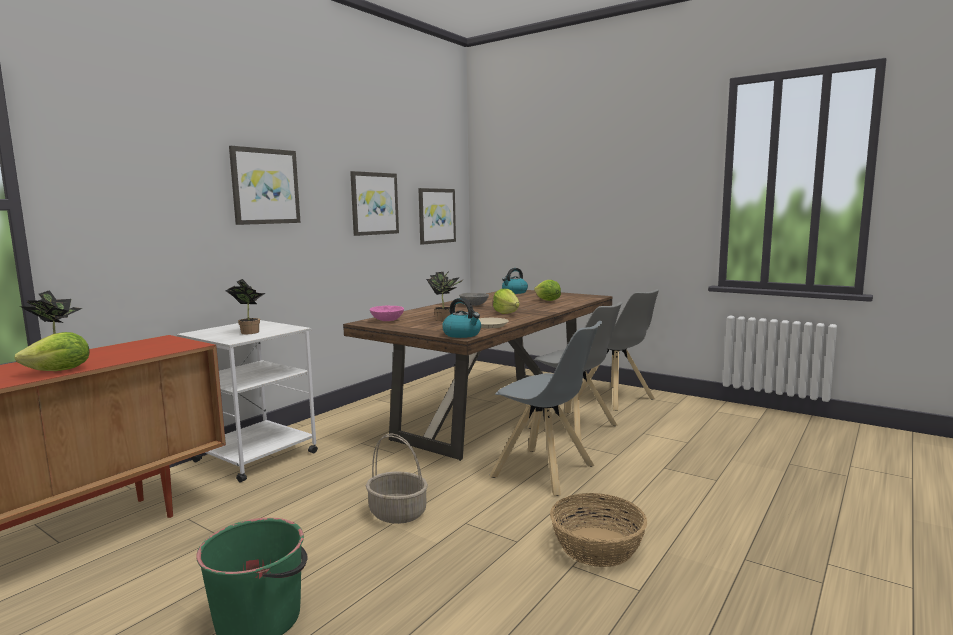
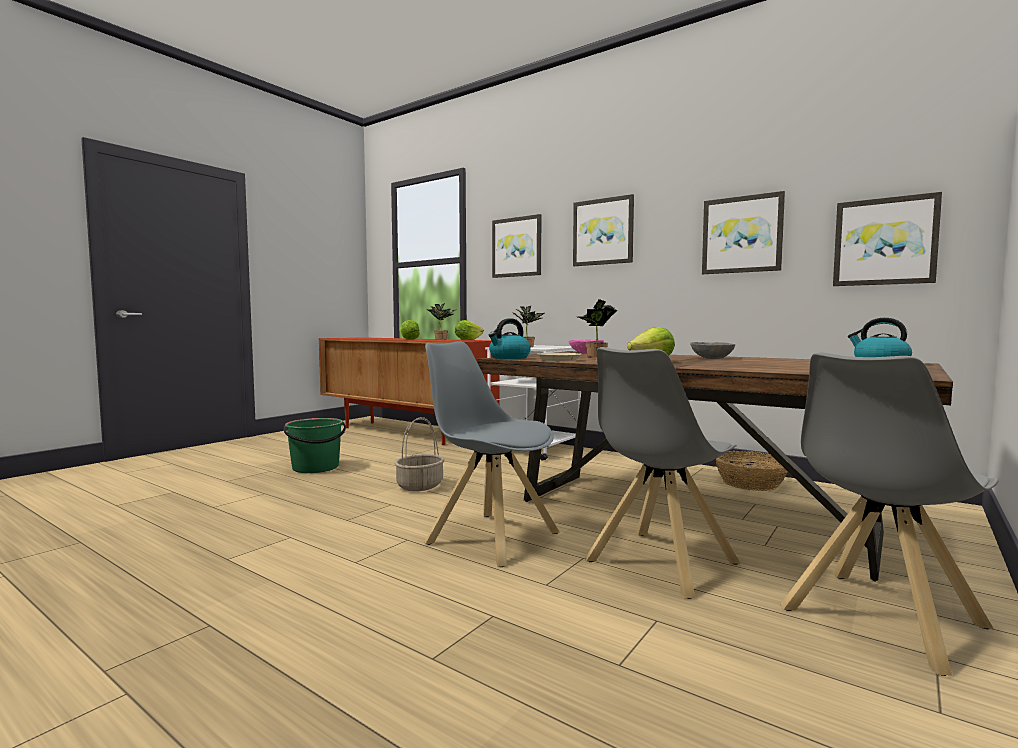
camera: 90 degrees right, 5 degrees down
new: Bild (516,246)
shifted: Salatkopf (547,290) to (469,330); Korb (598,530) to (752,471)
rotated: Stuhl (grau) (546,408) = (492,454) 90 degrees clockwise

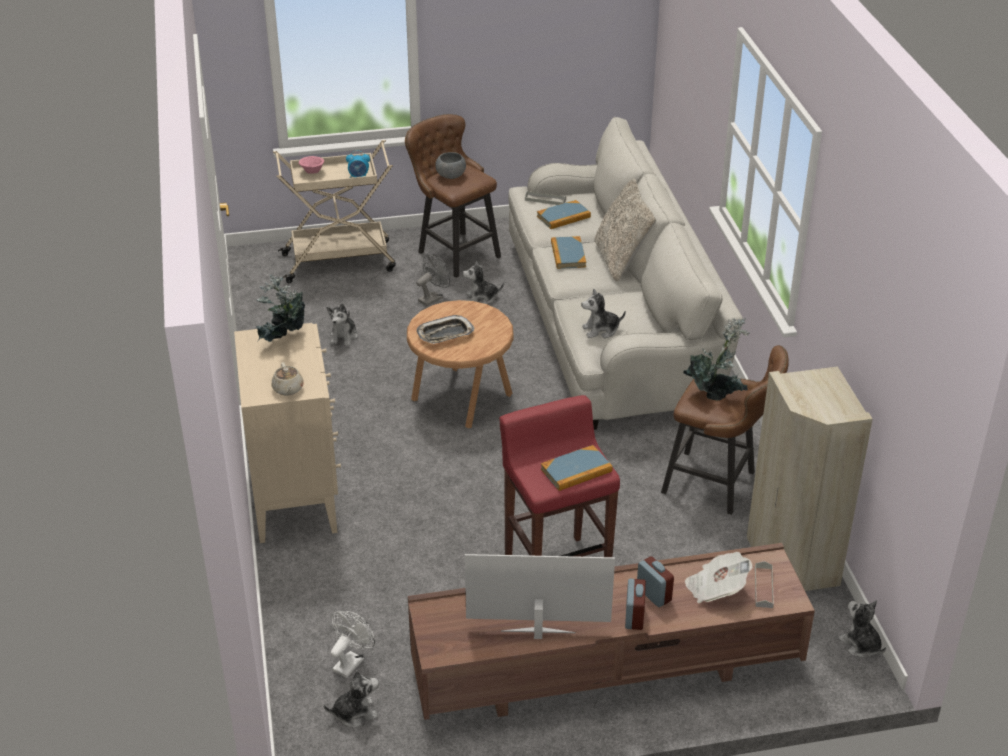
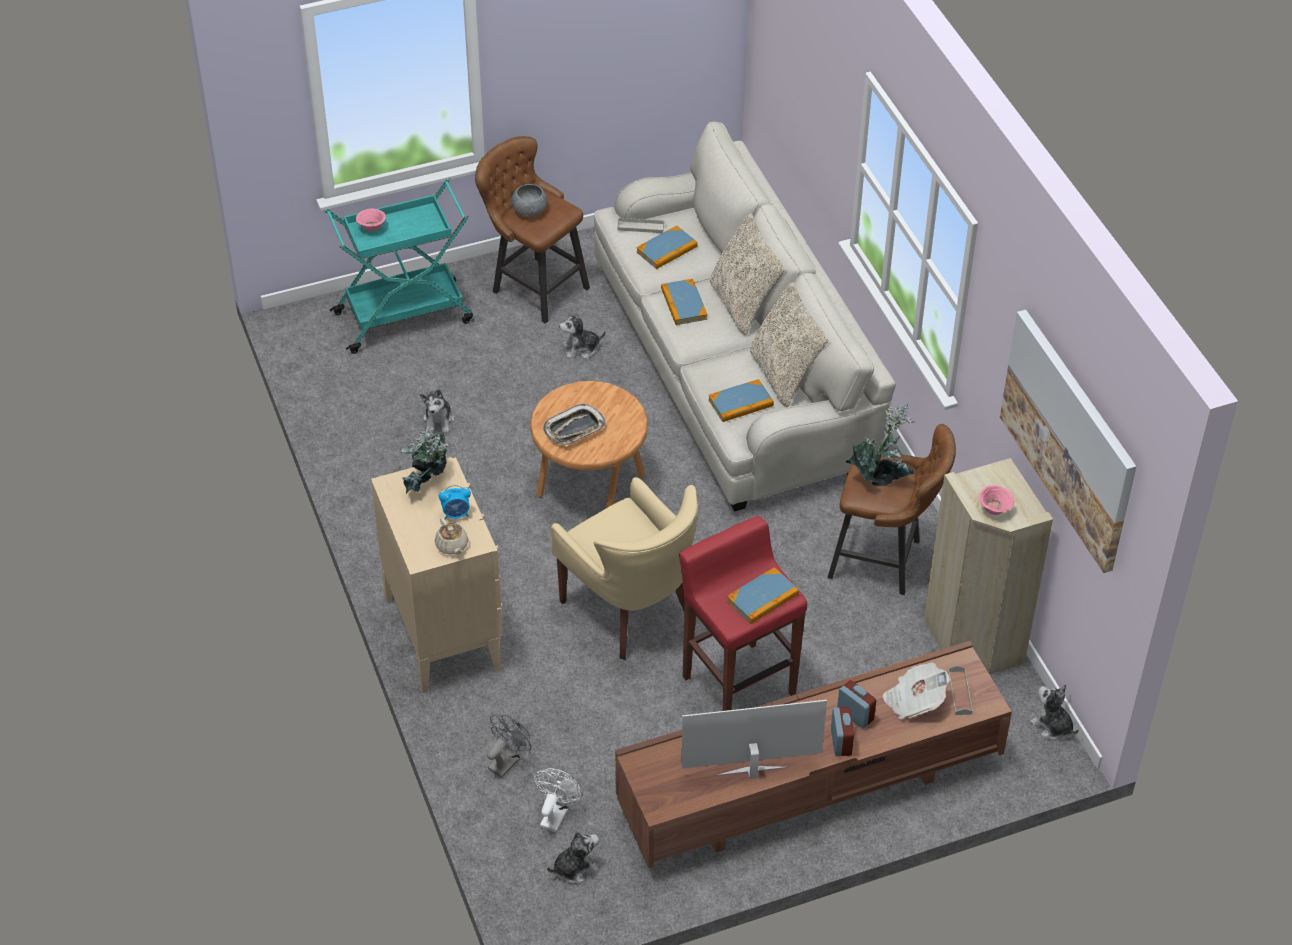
camera: 10 degrees left, 10 degrees up
new: Sessel (beige) (624,568); Kissen (beige) (789,344); Schüssel (rosa) (996,500); Bild (1068,441)
shifted: Wecker (358,164) to (455,502); Ventilator (grau) (433,280) to (509,746)
swapped: Plüschtier (603,313) to Buch (741,400)
repainted: Rollwagen (beige) (334,211) to Rollwagen (türkis) (398,266)

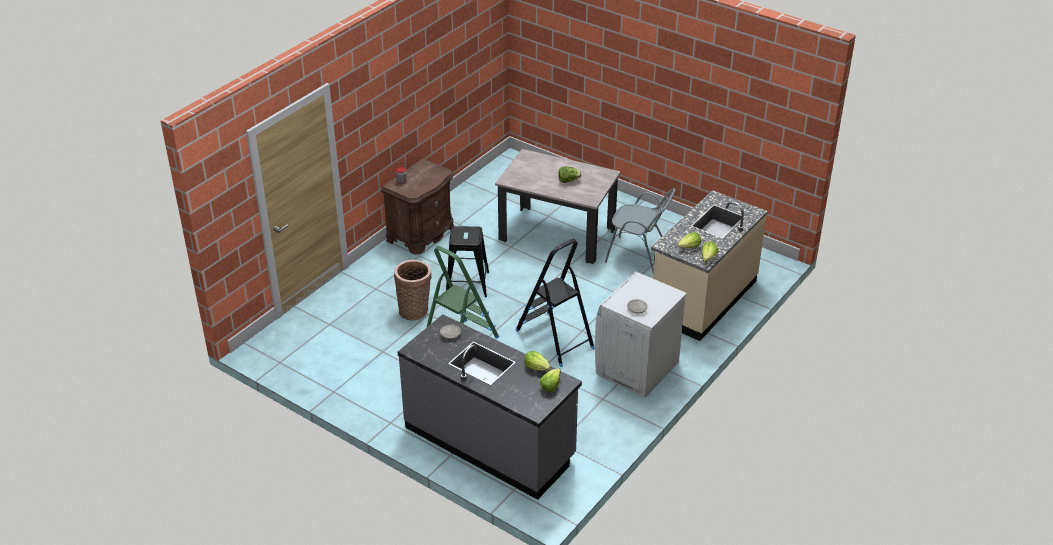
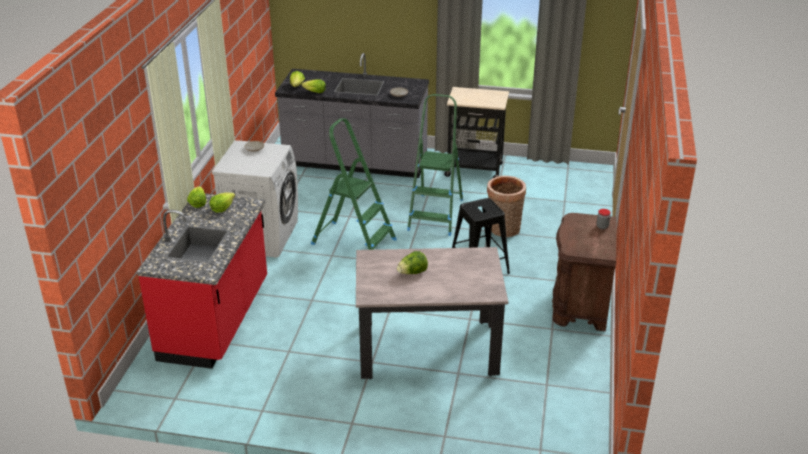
camera: 155 degrees right, 5 degrees down
gone: Stuhl (grau) (640,230)
new: Rollwagen (476,132)
repainted: Trittleiter (schwarz) (555,303) to Trittleiter (grün) (354,184); Küchenzeile (beige) (709,265) to Küchenzeile (rot) (202,281)

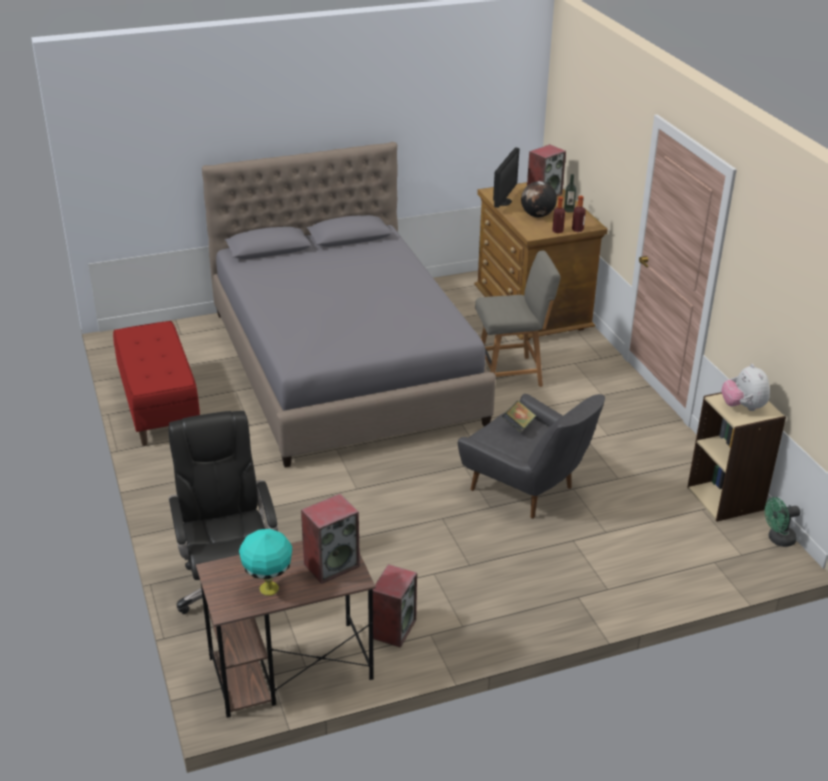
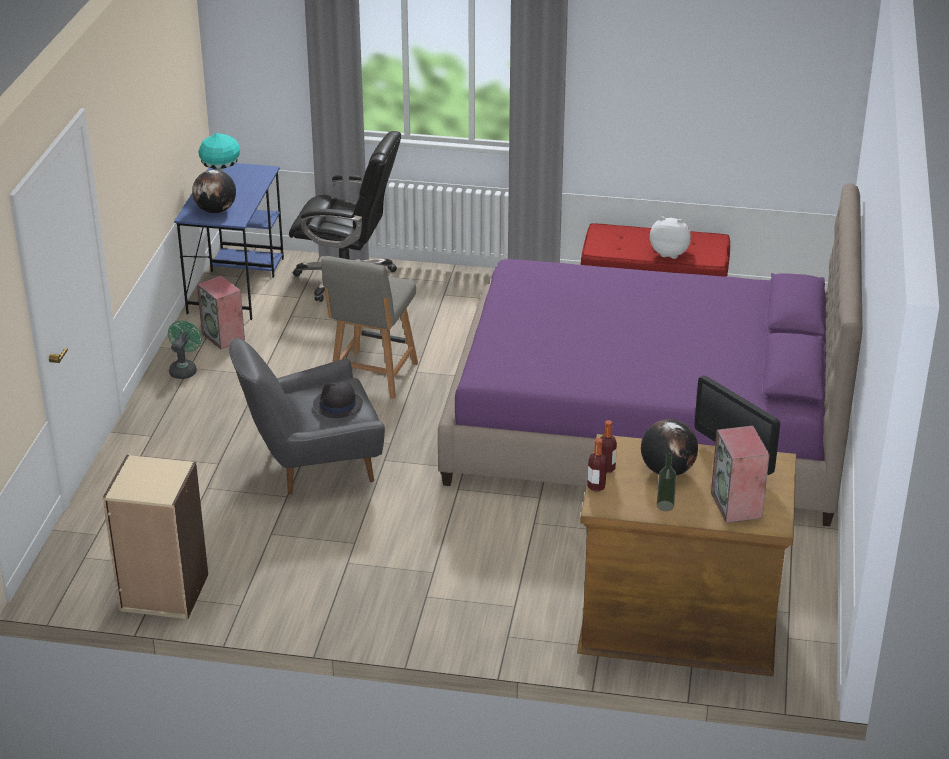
camera: 120 degrees right, 0 degrees up
shifted: Stuhl (grau) (518,319) to (369,327); Plüschtier (745,387) to (670,238); Ventilator (grün) (782,522) to (185,349)
swapped: Lautsprecher (330,539) to Globus (214,191); Buch (519,417) to Hut (schwarz) (338,399)
repainted: Schreibtisch (braun) (286,629) to Schreibtisch (blau) (229,241); Bett (grau) (349,304) to Bett (lila) (650,354)

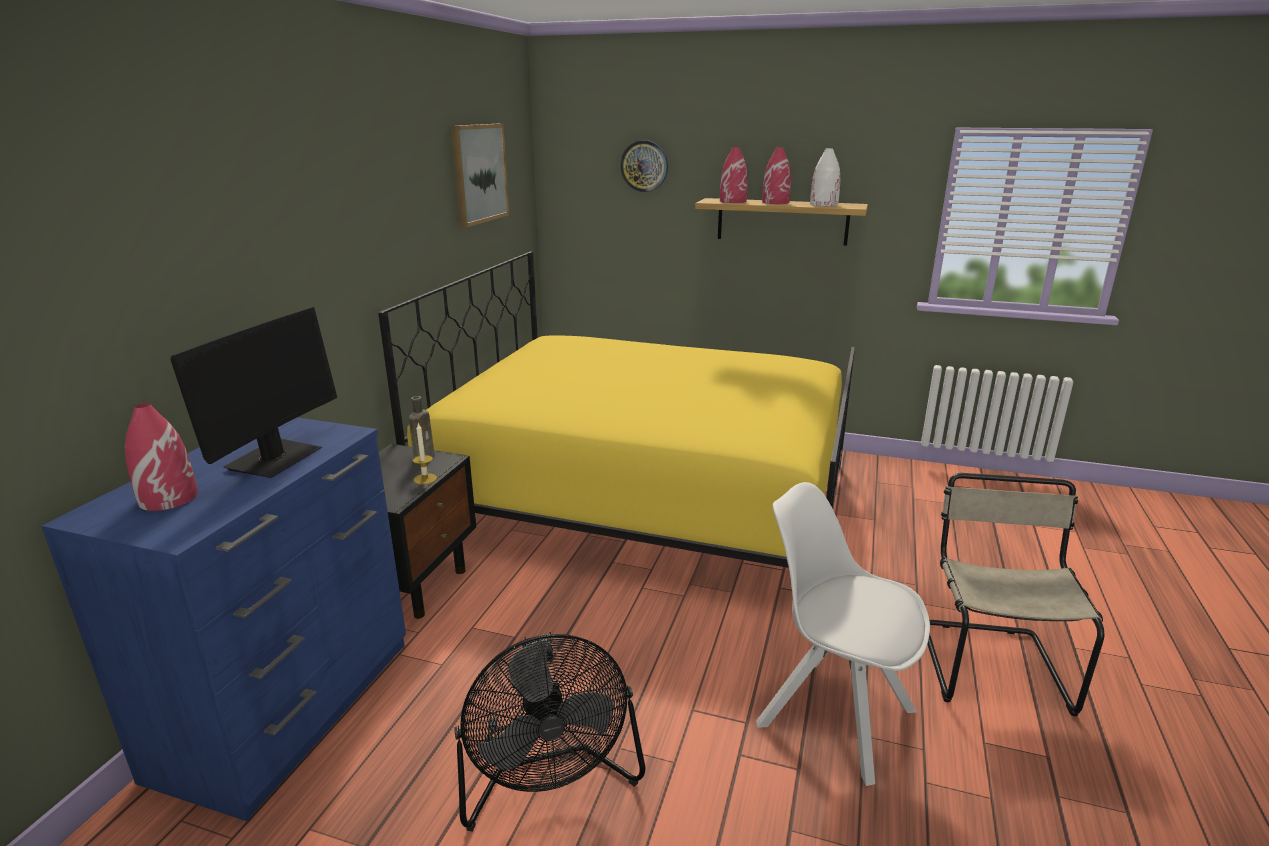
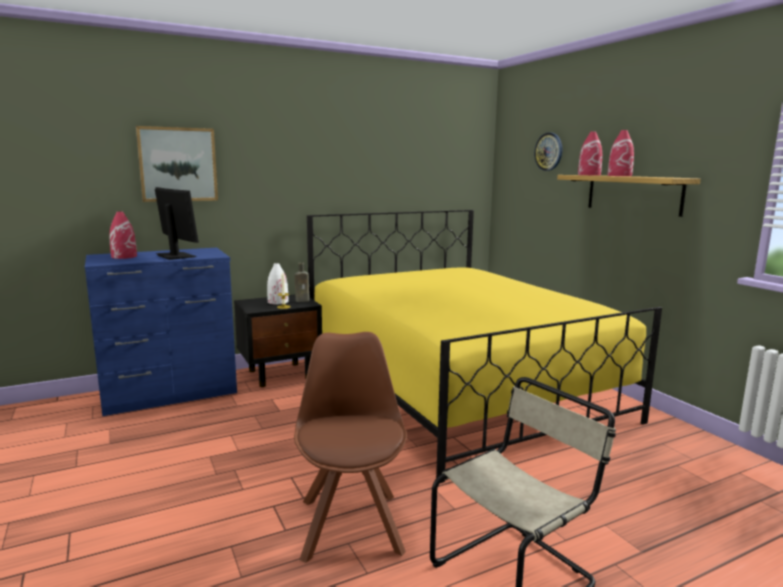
camera: 45 degrees right, 10 degrees down
gone: Ventilator (schwarz) (549,732)
shifted: Bild (480,175) to (177,164); Vase (weiß) (825,177) to (277,283)
repainted: Stuhl (weiß) (843,634) to Stuhl (braun) (350,447)
rotated: Monitor (253,392) = (177,223) 105 degrees counterclockwise

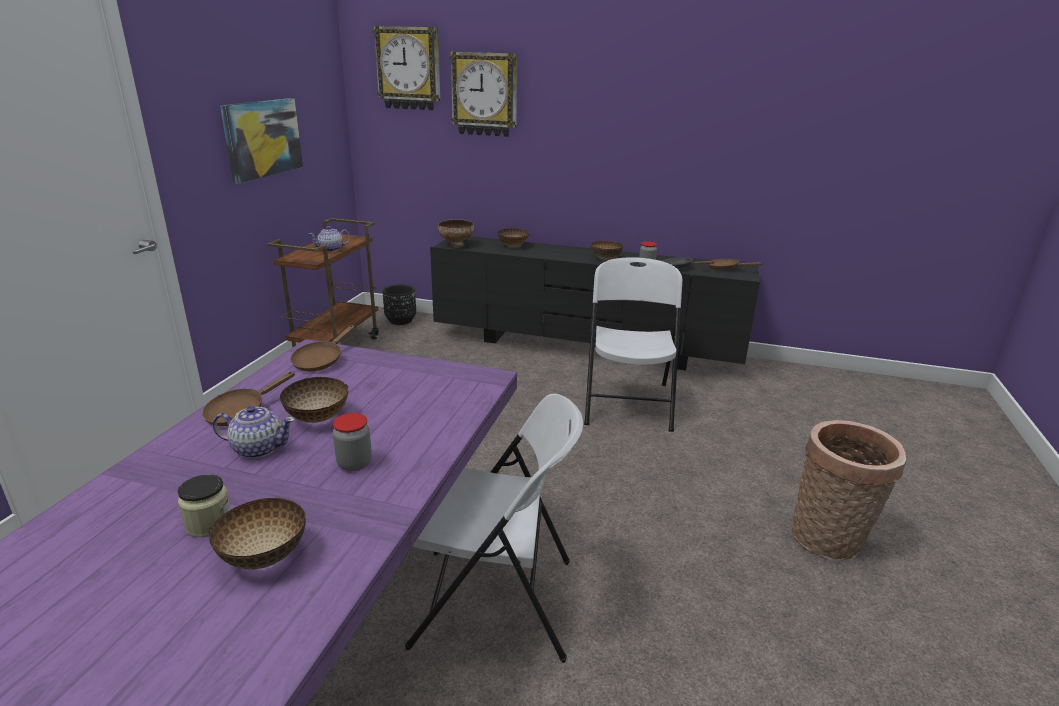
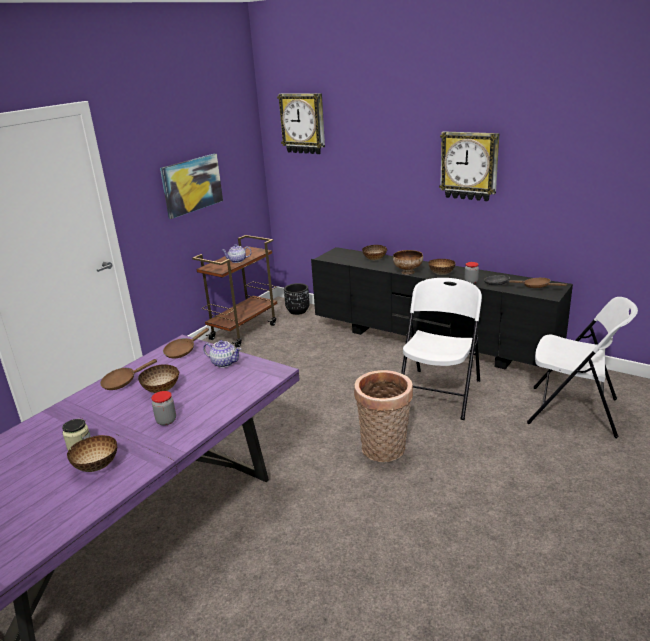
camera: 20 degrees right, 0 degrees up
shifted: Teekanne (254,432) to (222,354); Stuhl (weiß) (494,528) to (582,368); Schüssel (456,233) to (408,262); Wanduhr (483,94) to (469,166); Korb (849,490) to (383,416)

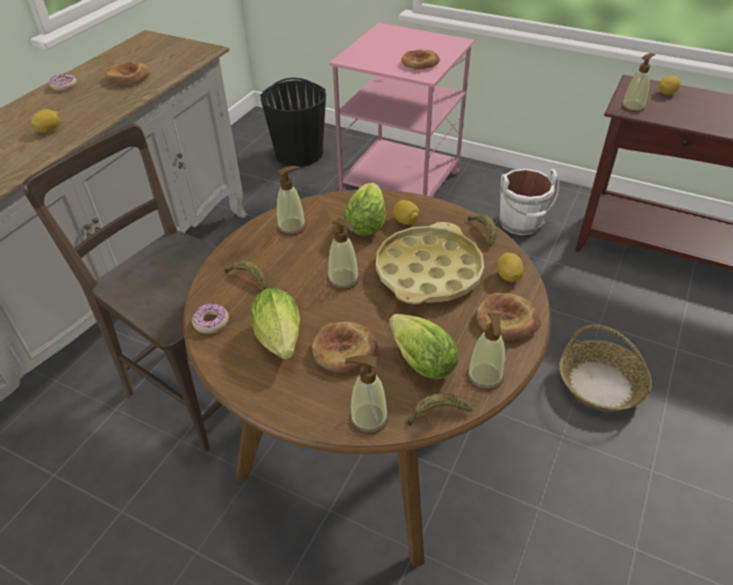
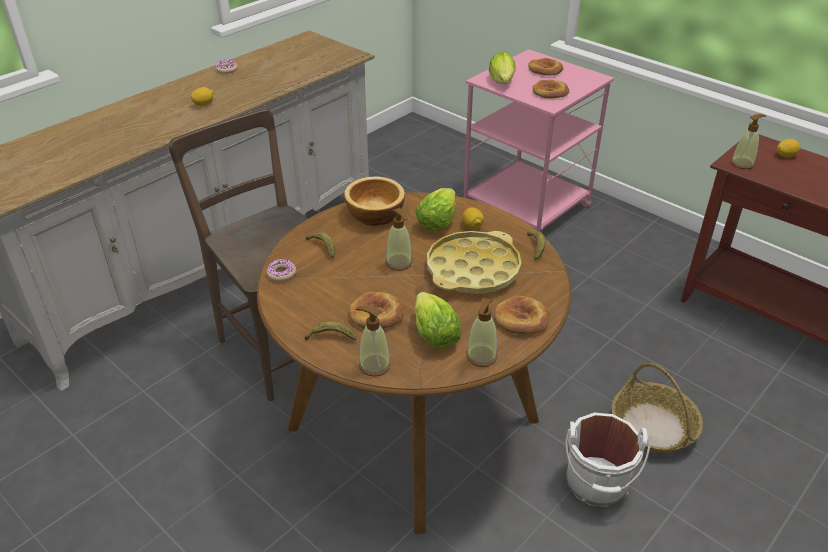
camera: 15 degrees right, 5 degrees down
gone: Eimer (schwarz) (293,122); Zitrone (510,267)
shifted: Brot (127,73) to (545,66); Salatkopf (275,323) to (502,68); Banane (440,409) to (331,331); Eimer (weiß) (529,202) to (607,460)
swapped: Seifenspender (291,201) to Schüssel (374,201)

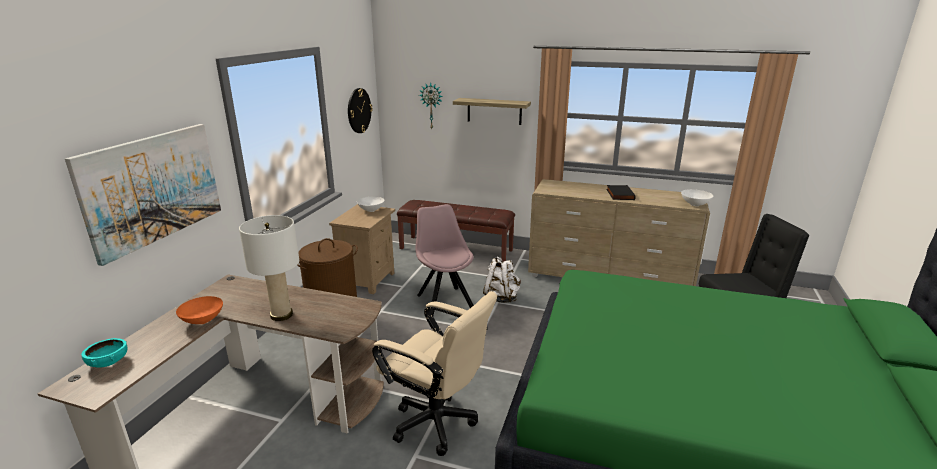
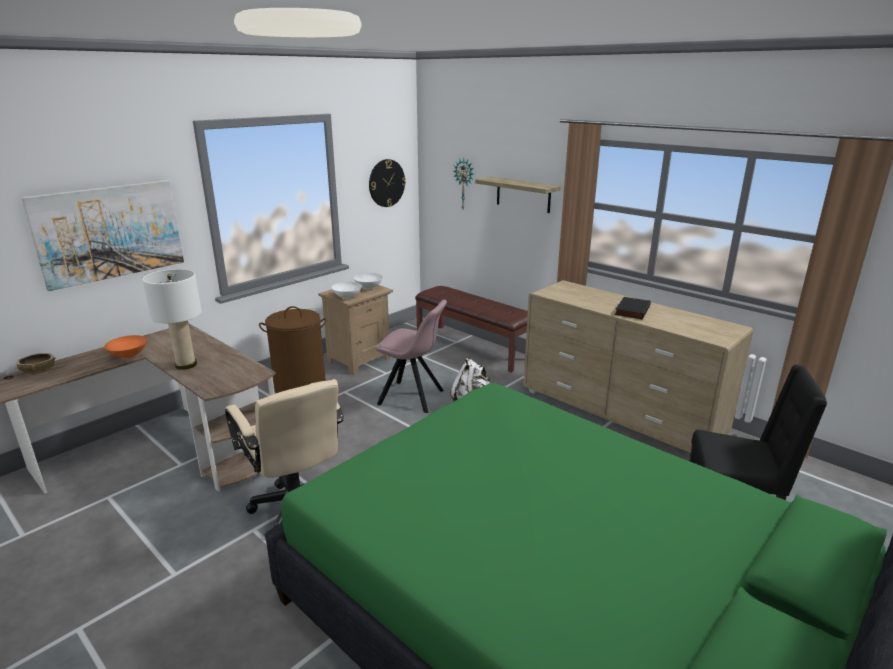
camera: 25 degrees right, 0 degrees up
shifted: Schüssel (weiß) (697,197) to (346,290)
repainted: Schüssel (türkis) (104,353) to Schüssel (braun) (35,363)
rotated: Stuhl (rosa) (444,260) = (411,356) 105 degrees clockwise

